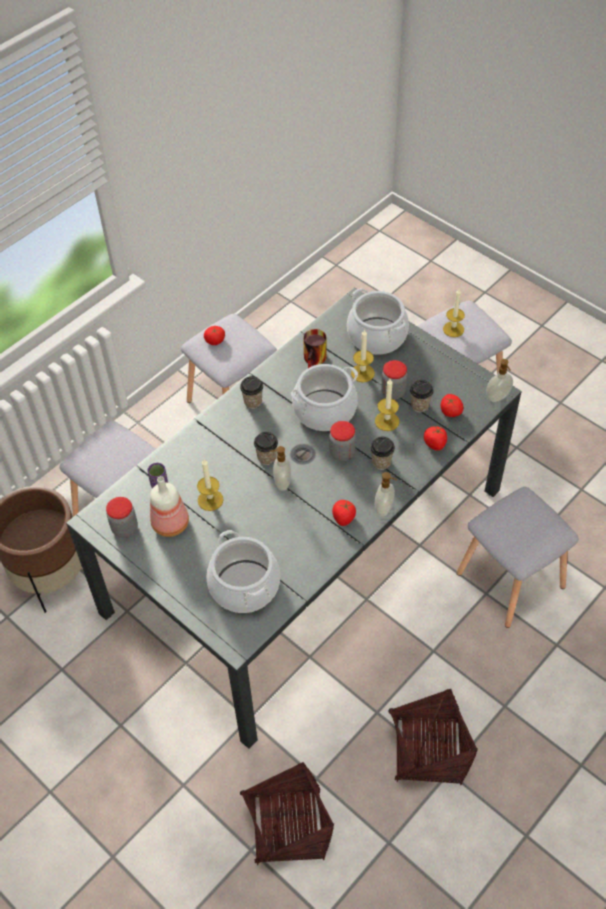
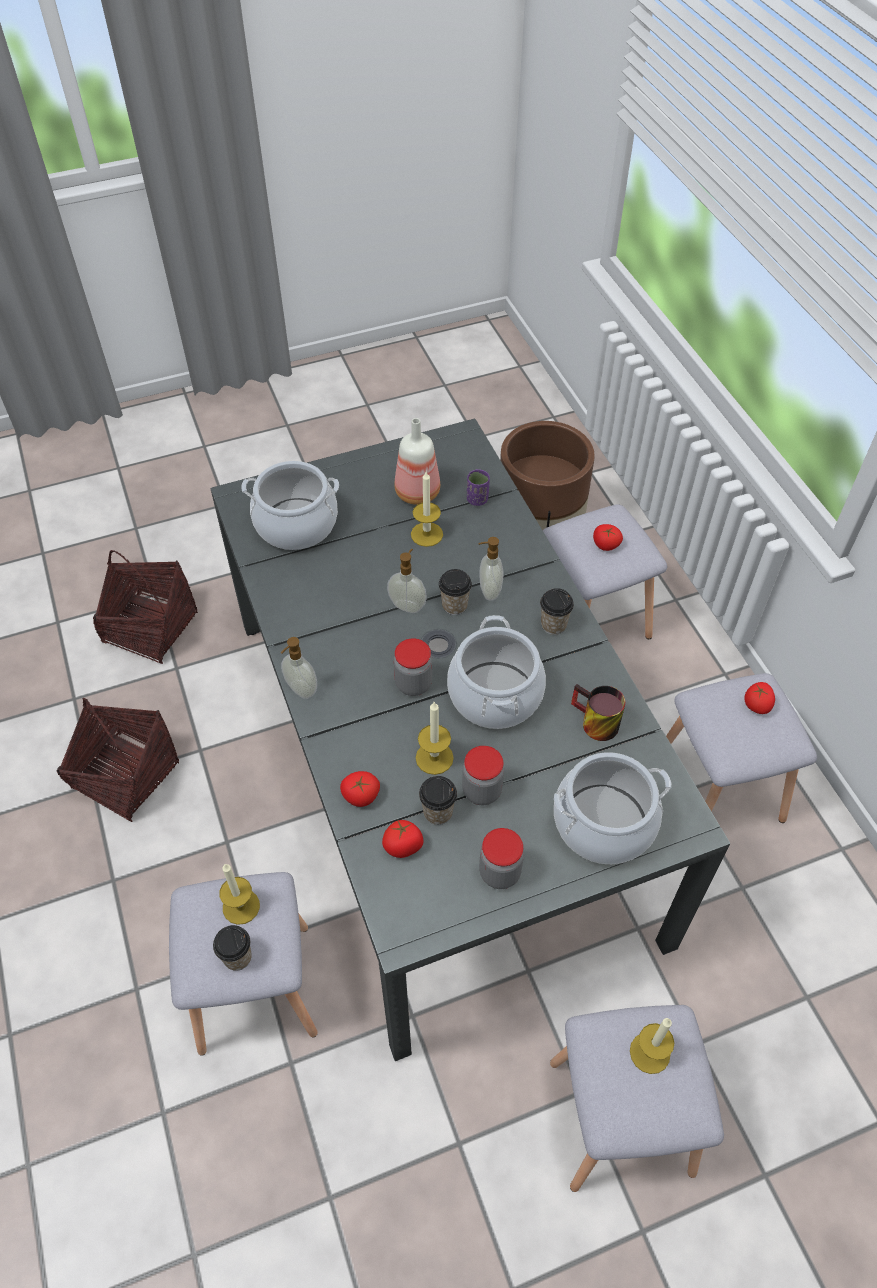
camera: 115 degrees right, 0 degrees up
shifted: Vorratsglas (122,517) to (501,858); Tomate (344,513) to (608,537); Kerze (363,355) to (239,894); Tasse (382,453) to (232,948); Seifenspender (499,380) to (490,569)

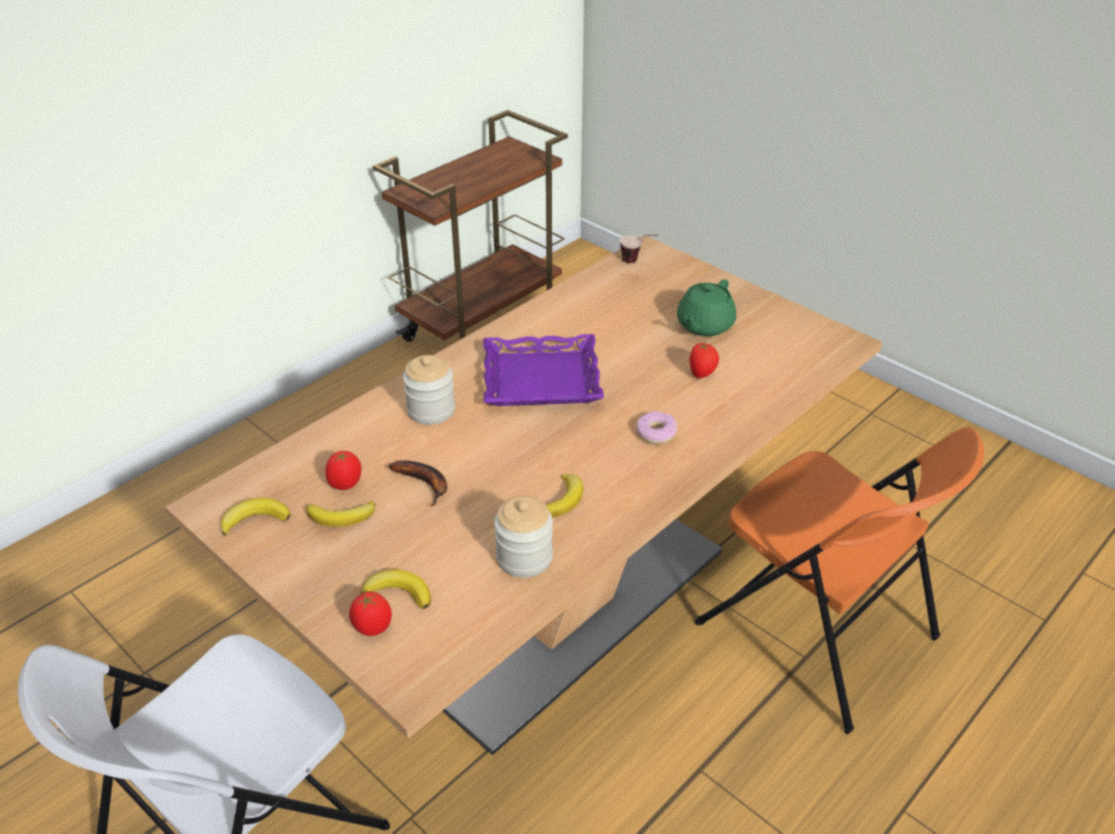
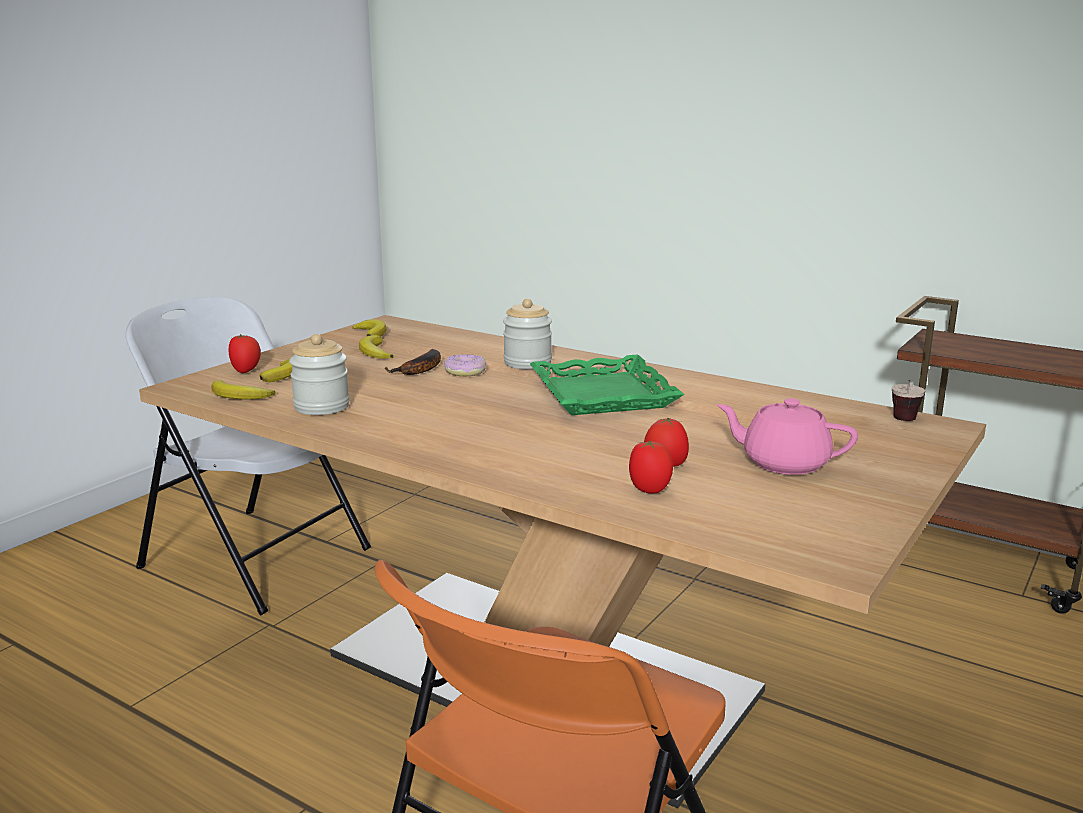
camera: 80 degrees right, 20 degrees down
shifted: Tomate (343,470) to (651,467); Banane (564,496) to (243,390); Donut (657,427) to (465,365)
repainted: Tablett (lila) (543,370) to Tablett (grün) (607,385); Teekanne (grün) (706,307) to Teekanne (rosa) (787,436)

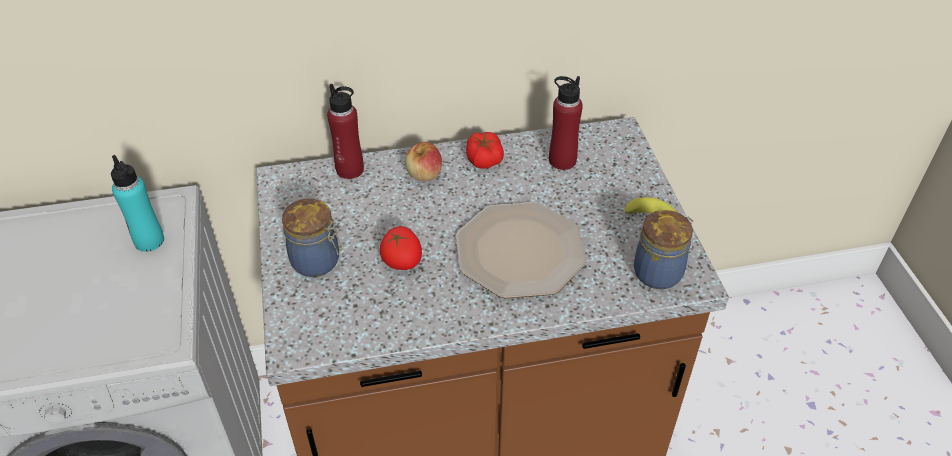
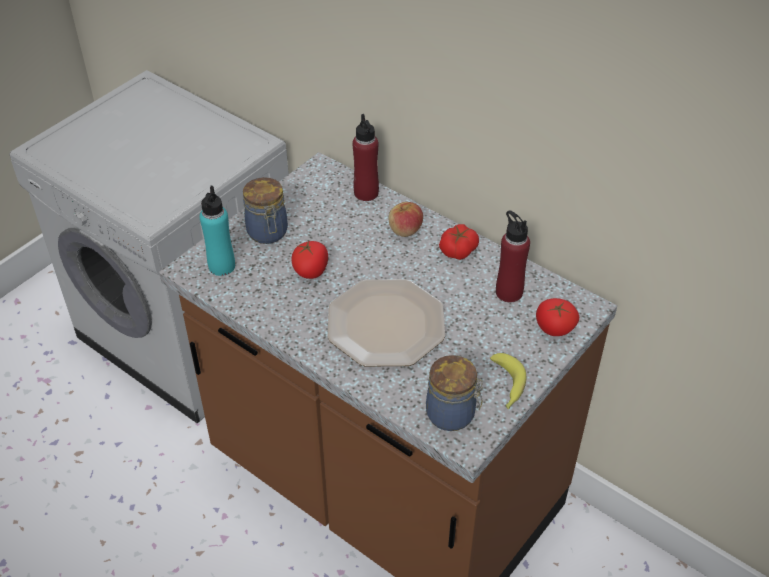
camera: 50 degrees right, 0 degrees up
new: Tomate (557,317)
shifted: Flasche (türkis) (137,203) to (217,231)

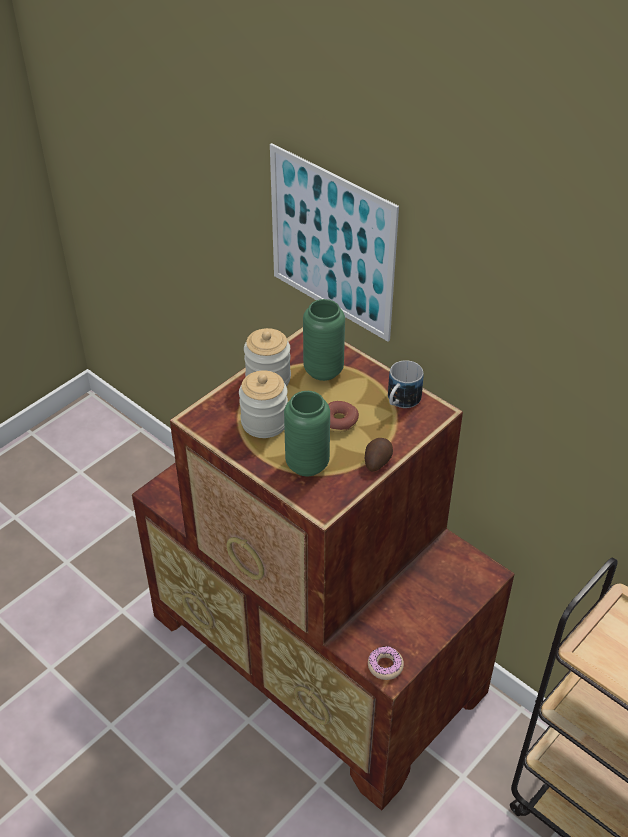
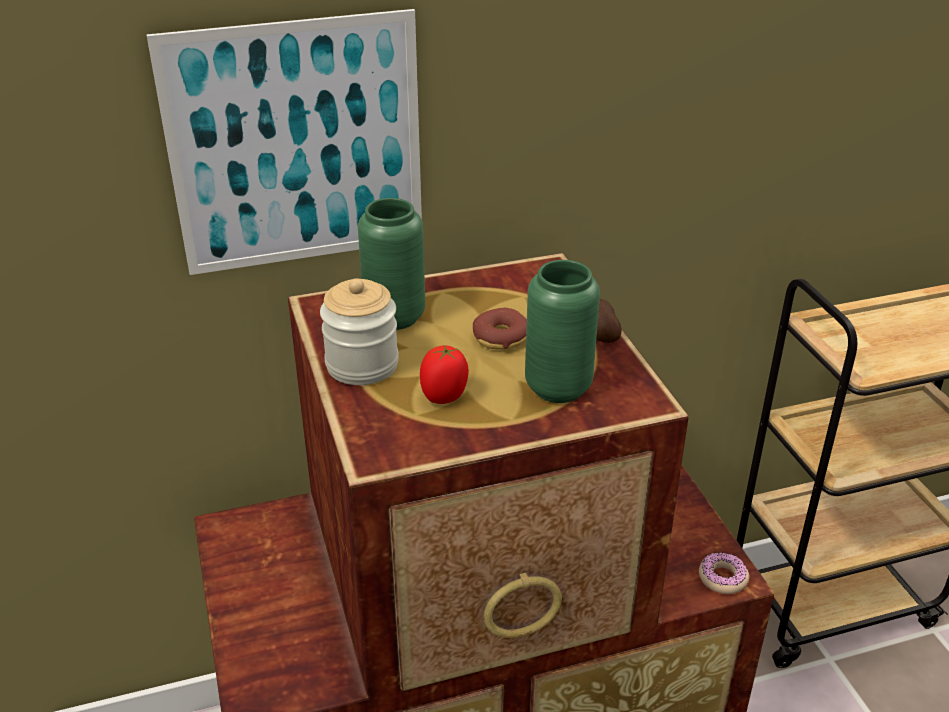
camera: 60 degrees left, 10 degrees down
gone: Henkelbecher (406,384)
swapped: Vorratsglas (263,404) to Tomate (444,374)

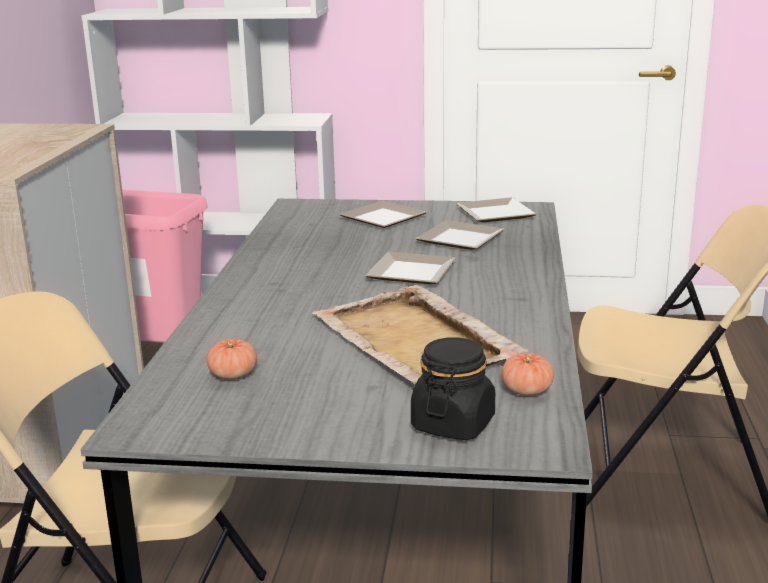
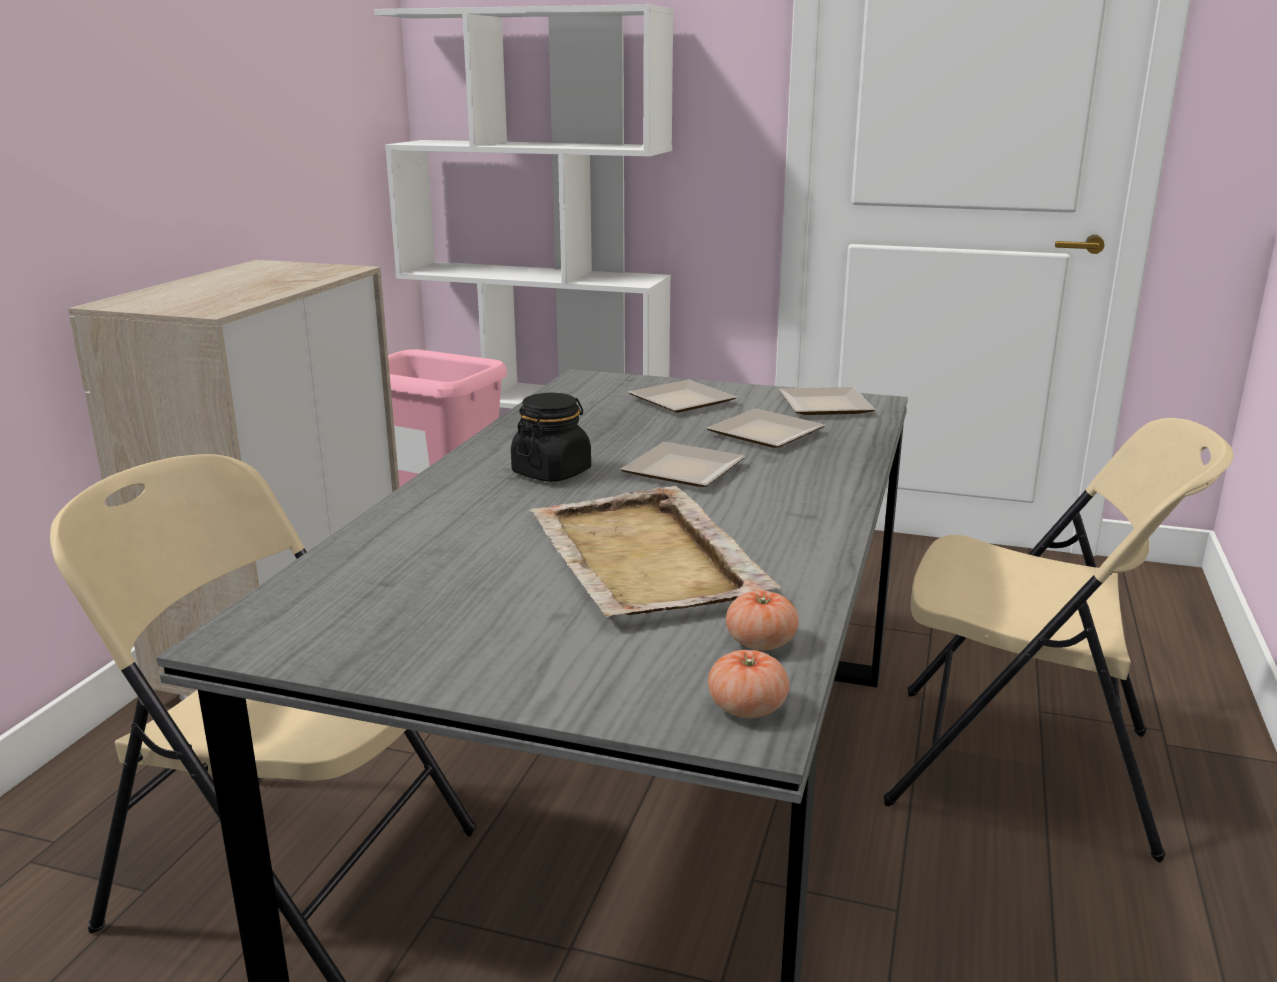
camera: 10 degrees right, 0 degrees up
shifted: Tomate (231,359) to (748,684); Vorratsglas (schwarz) (453,388) to (551,437)

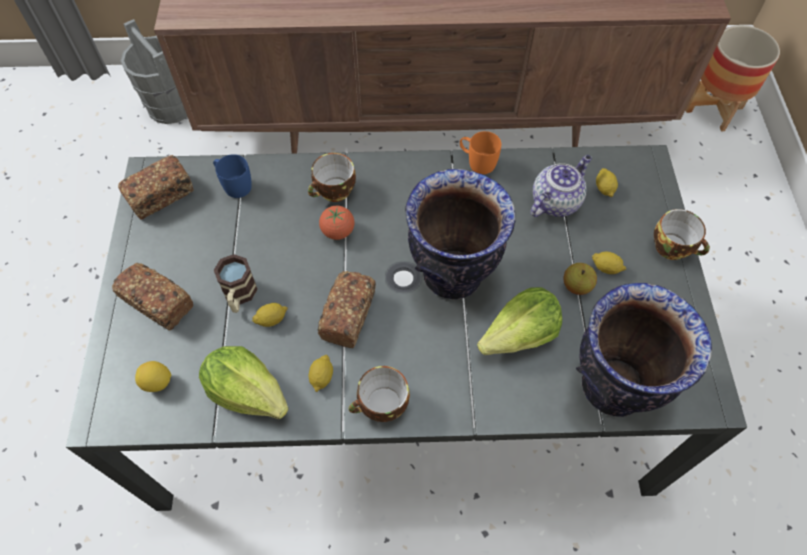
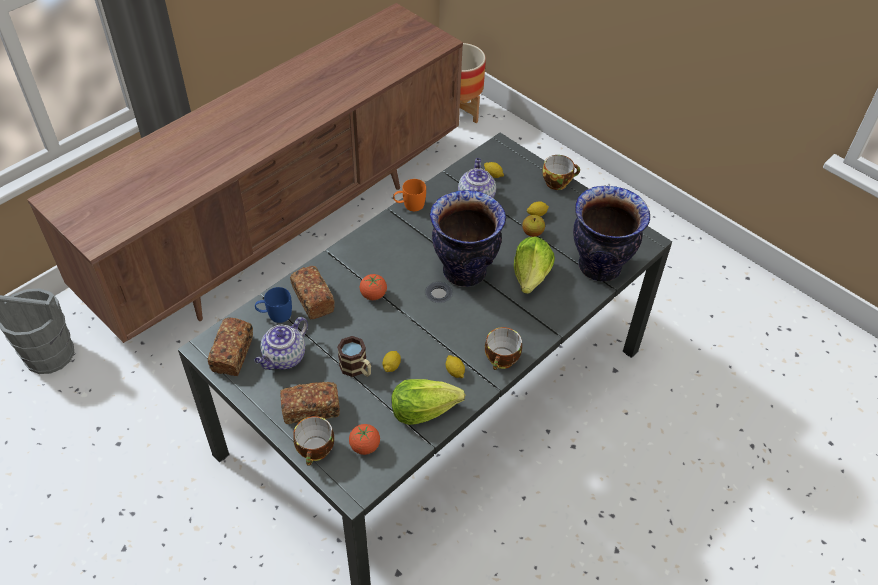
camera: 45 degrees left, 10 degrees down
new: Teekanne (281,343)
shifted: Tasse (332,177) to (313,441); Brot (346,309) to (312,292)
swapped: Zitrone (153,376) to Tomate (364,439)

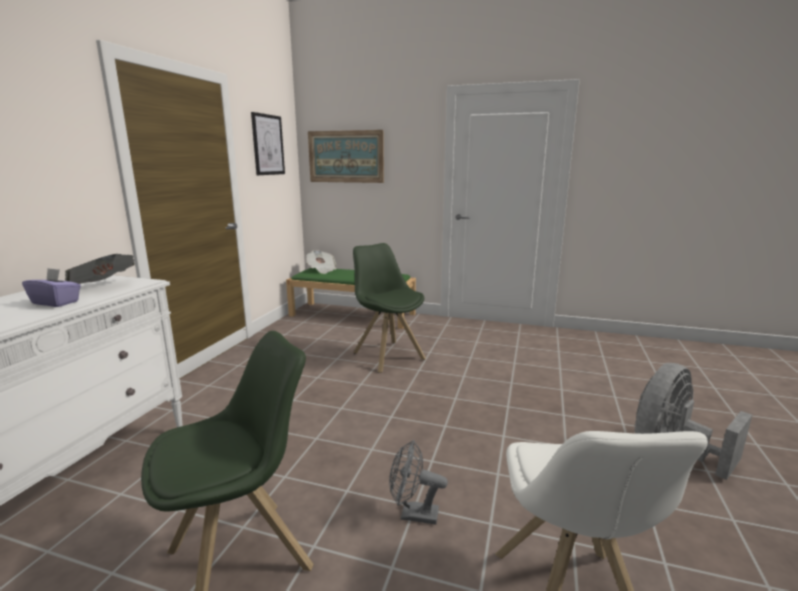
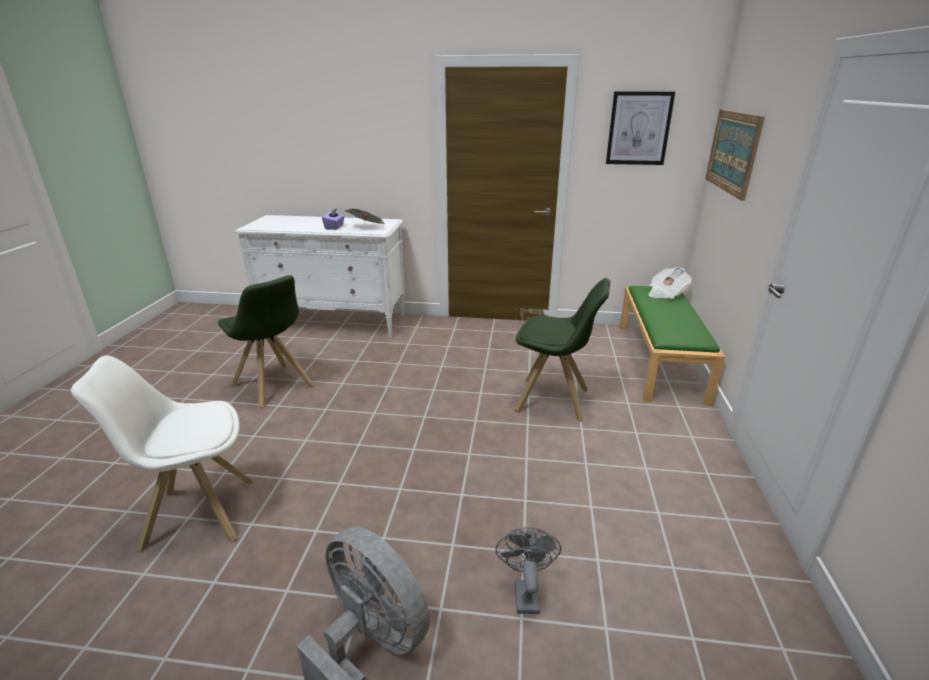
camera: 80 degrees right, 10 degrees up
shifted: Ventilator (grau) (418,482) to (528,570)
rotated: Stuhl (grün) (389,308) = (562,349) 60 degrees clockwise

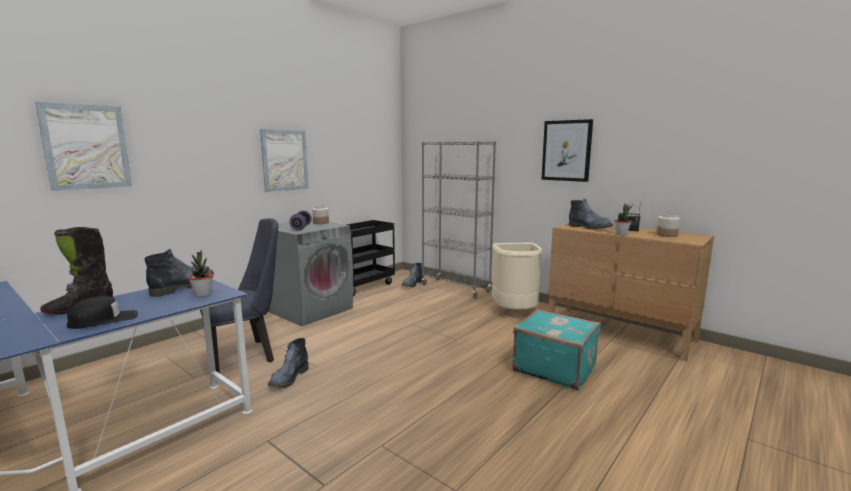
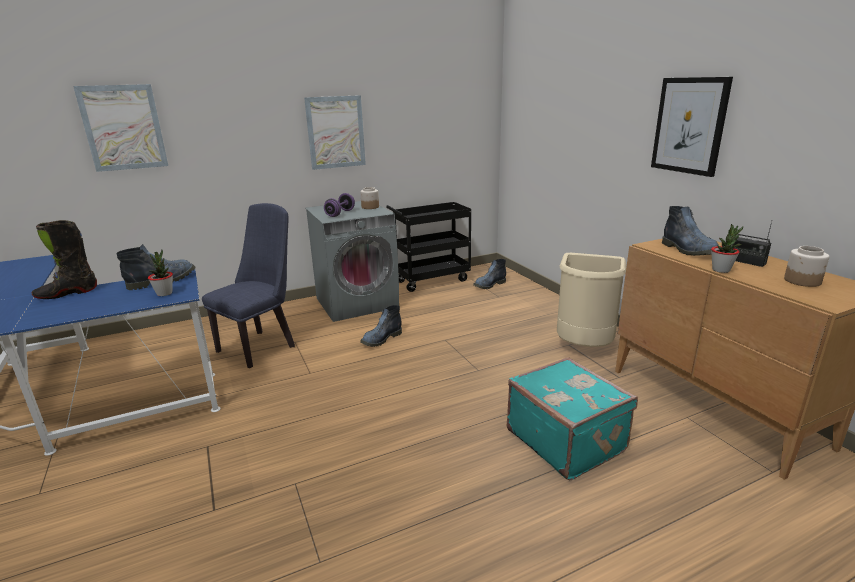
camera: 25 degrees right, 10 degrees up
gone: Kappe (schwarz) (102,312); Bücherregal (grau) (459,219)
shifted: Stiefel (288,363) to (381,326)
rotated: Stuhl (blau) (239,295) = (248,285) 45 degrees counterclockwise

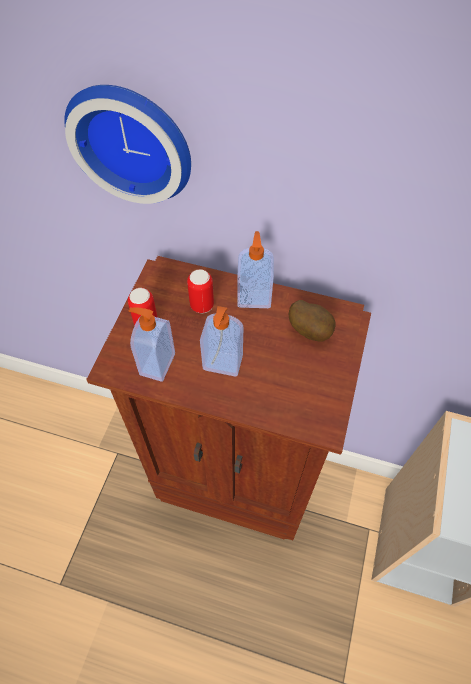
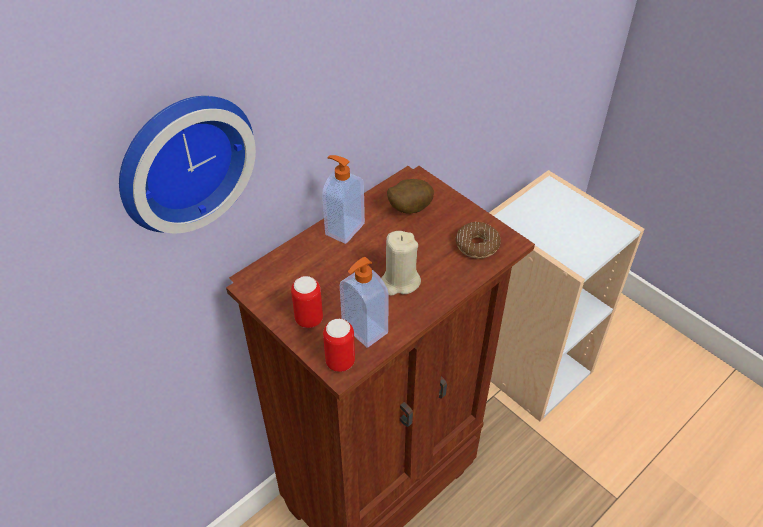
camera: 60 degrees left, 10 degrees down
new: Donut (478,240)
shifted: Dose (200,291) to (339,345)
swapped: Seifenspender (221,341) to Kerze (beige) (401,263)

